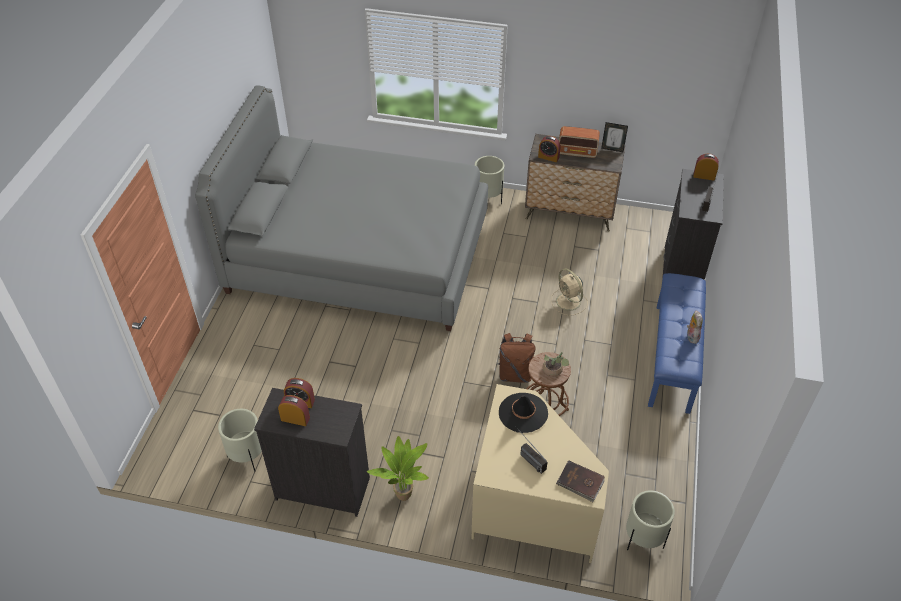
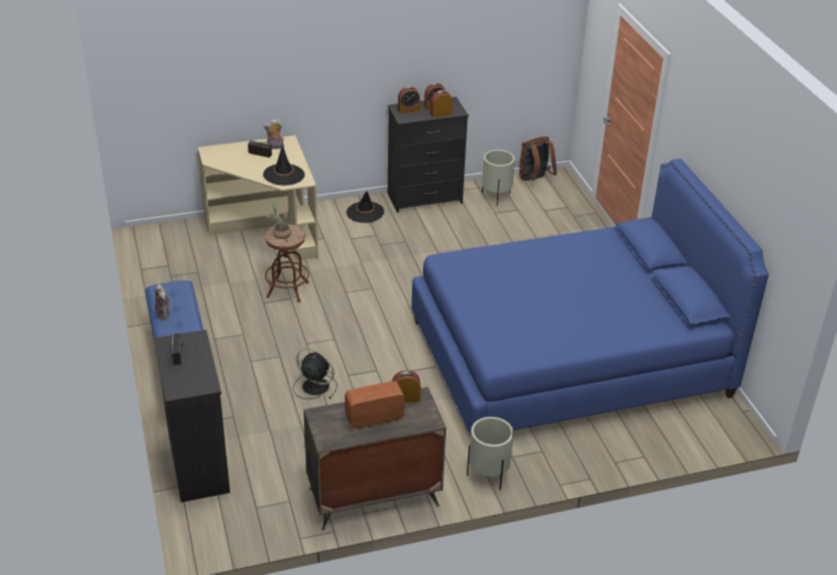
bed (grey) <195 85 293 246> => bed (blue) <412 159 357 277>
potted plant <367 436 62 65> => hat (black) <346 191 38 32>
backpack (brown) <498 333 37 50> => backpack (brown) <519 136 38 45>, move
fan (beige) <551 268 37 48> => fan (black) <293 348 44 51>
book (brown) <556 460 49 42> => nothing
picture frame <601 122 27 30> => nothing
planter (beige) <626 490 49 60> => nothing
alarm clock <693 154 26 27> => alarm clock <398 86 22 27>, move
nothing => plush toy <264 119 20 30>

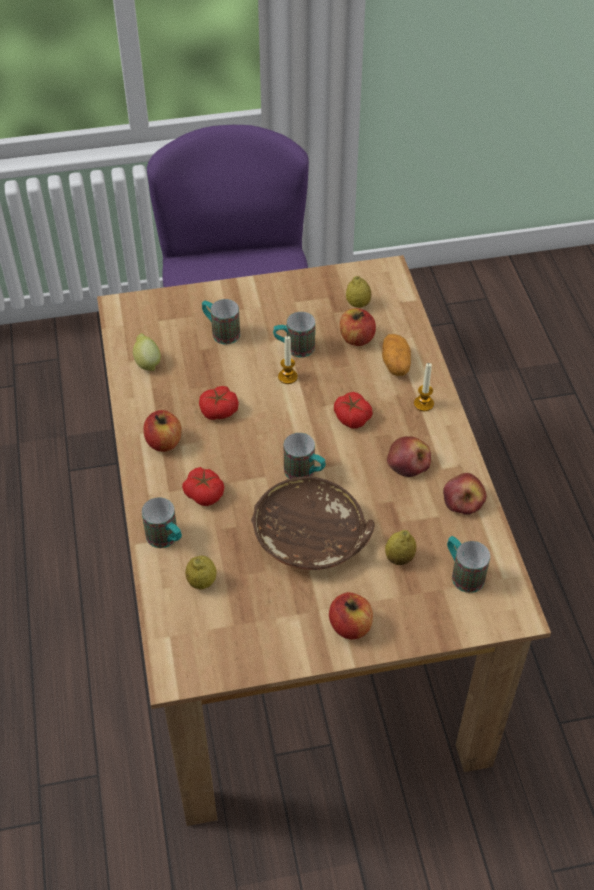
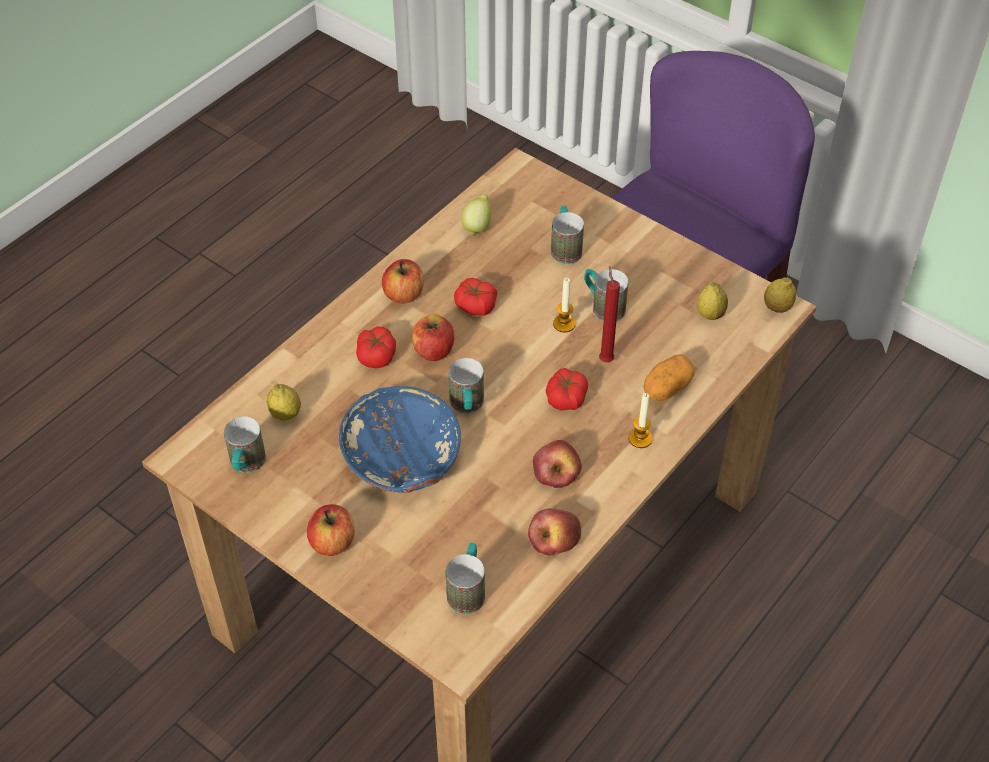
mug <142 497 40 51> => mug <224 416 42 57>, move
bowl (brown) <251 476 124 94> => bowl (blue) <339 386 122 107>
apple <340 308 36 38> => apple <412 315 42 46>, move
lemon <385 530 31 35> => lemon <764 278 32 35>, move
nothing => candle (red) <599 266 21 96>

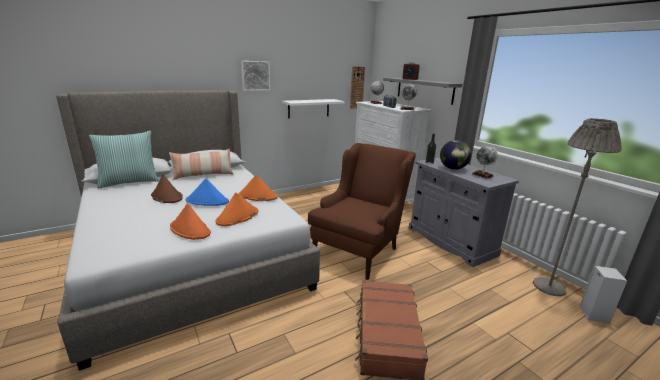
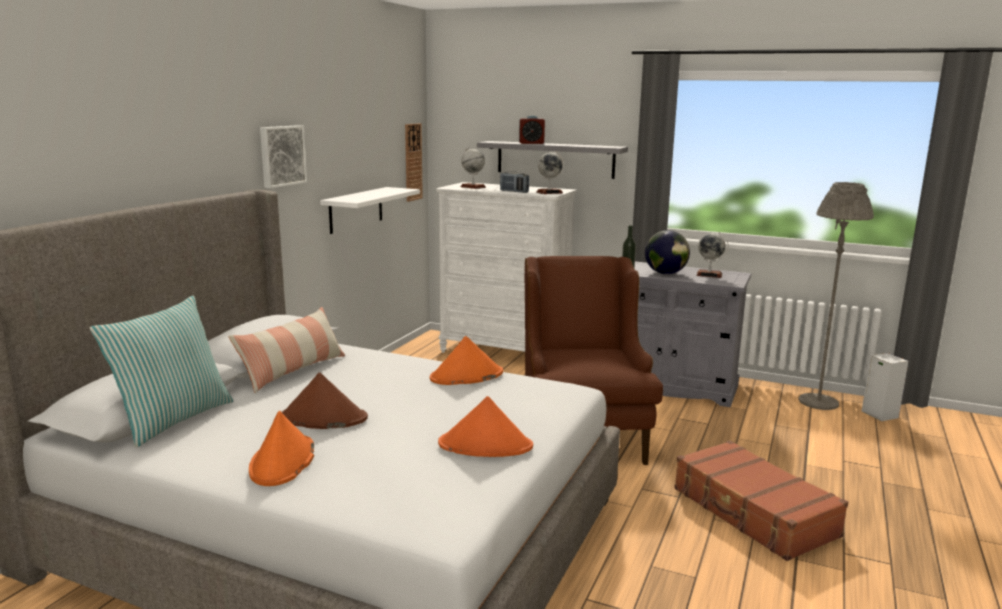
hat (blue) <186 178 43 28> => nothing
hat (orange) <216 192 42 34> => hat (orange) <249 411 65 75>, move

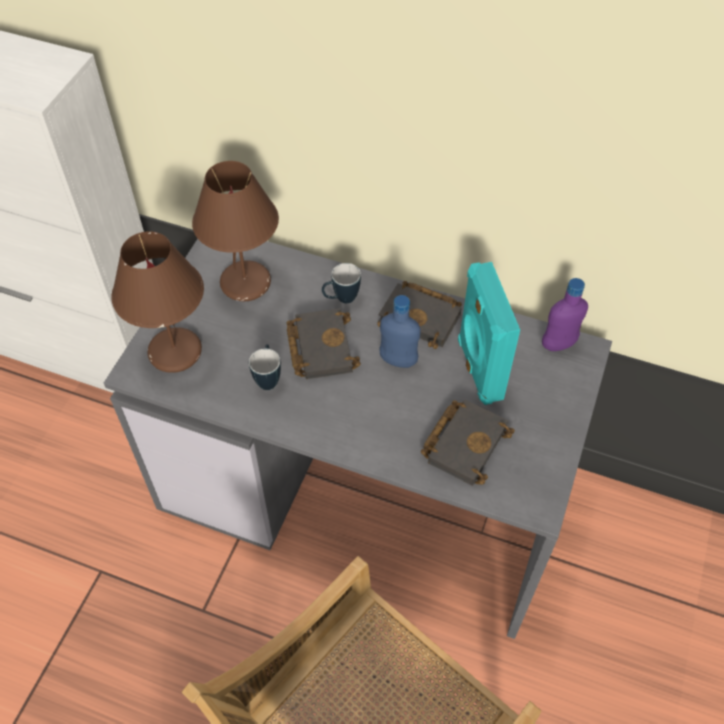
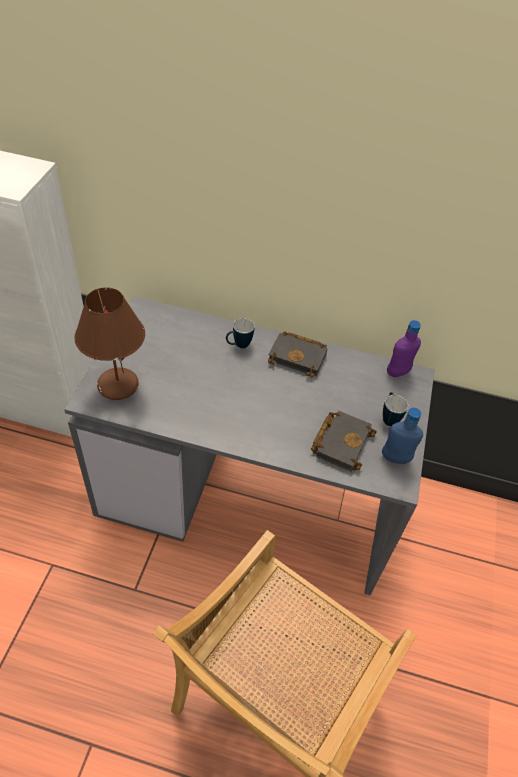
table lamp (brown) <192 161 87 140> => nothing
mug <249 344 32 46> => mug <383 392 25 34>, move
book (black) <286 308 75 71> => nothing
bottle (blue) <379 295 42 73> => bottle (blue) <382 407 41 57>, move
speaker (turquoise) <458 262 62 143> => nothing

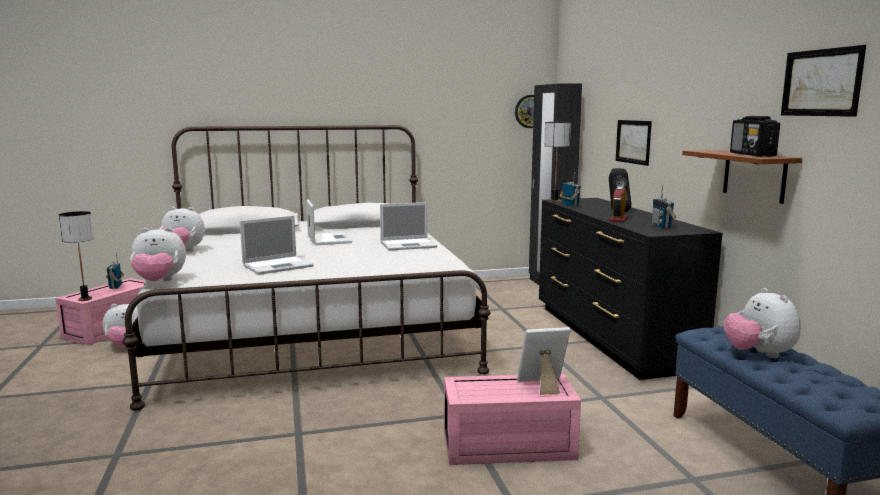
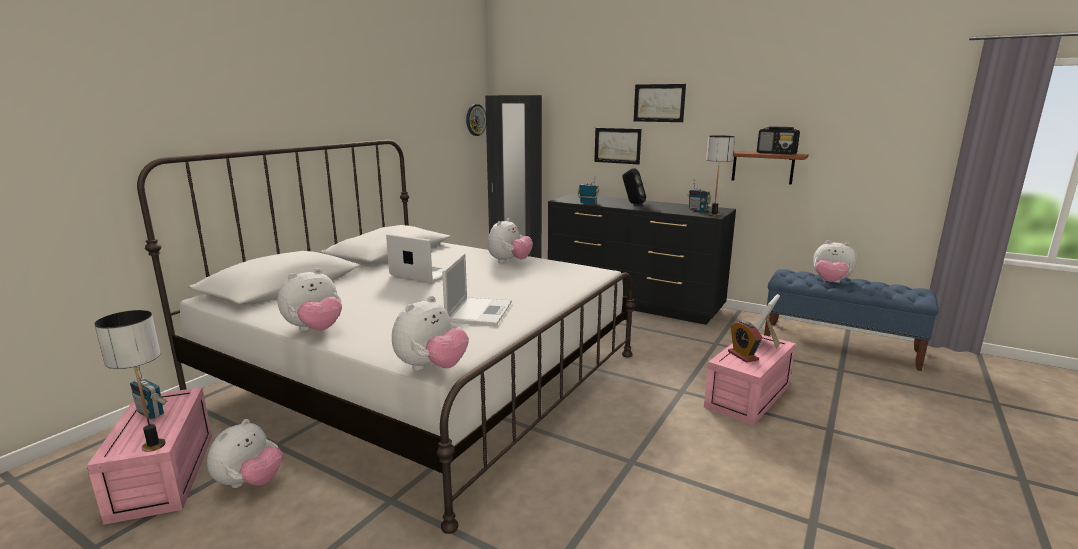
laptop <380 202 57 49> => plush toy <488 218 45 45>
table lamp <544 122 27 80> => table lamp <706 135 29 81>, move
alarm clock <609 186 19 36> => alarm clock <728 321 34 42>, move
picture <781 45 85 72> => picture <634 84 52 38>, move

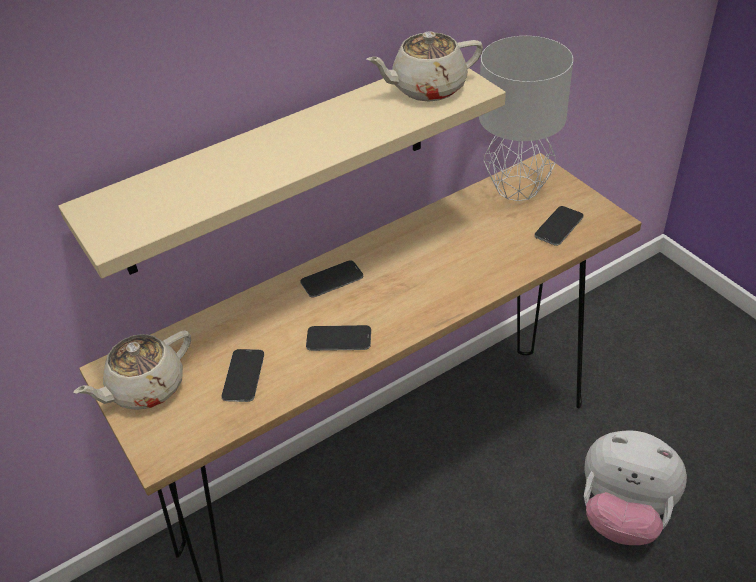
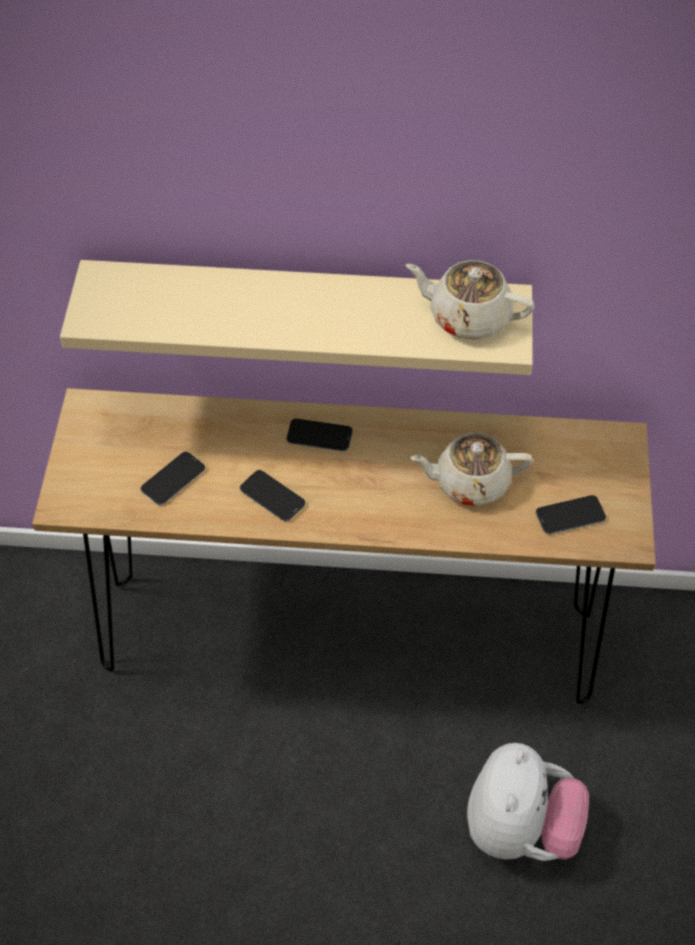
teapot (beige) <74 330 117 80> => teapot (beige) <410 432 123 74>, move
table lamp (grey) <479 36 94 165> => nothing
plush toy <584 430 103 115> => plush toy <467 743 122 118>, 135 degrees counterclockwise

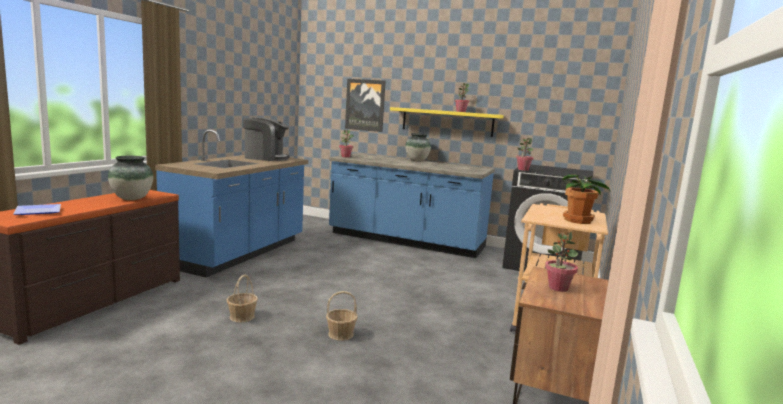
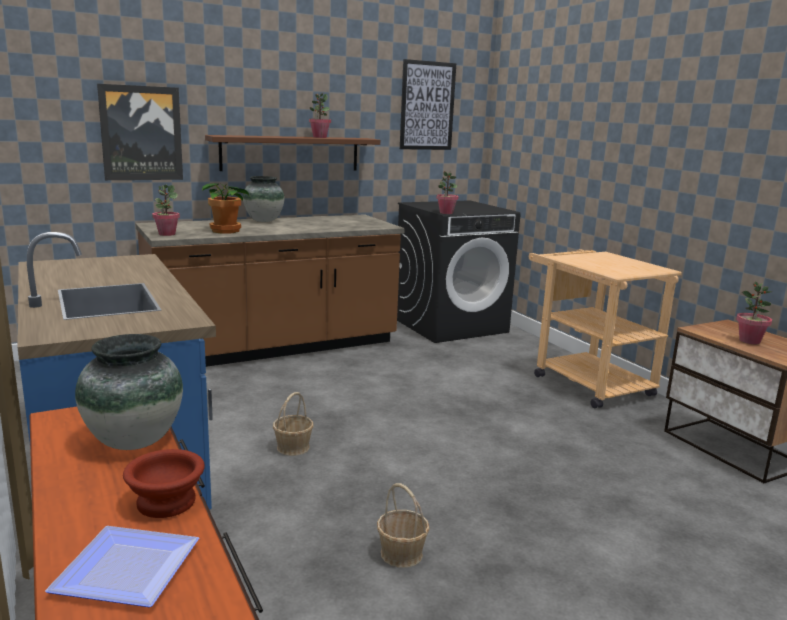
coffee machine <243 117 47 44> => nothing
basket <326 291 31 50> => basket <273 392 40 64>, move
counter (blue) <329 153 166 105> => counter (brown) <136 214 269 153>
shelf (yellow) <390 107 114 30> => shelf (brown) <205 135 175 36>
potted plant <562 175 49 49> => potted plant <202 183 47 51>, move
nothing => bowl (brown) <123 449 82 69>
nothing => picture <400 59 56 91>

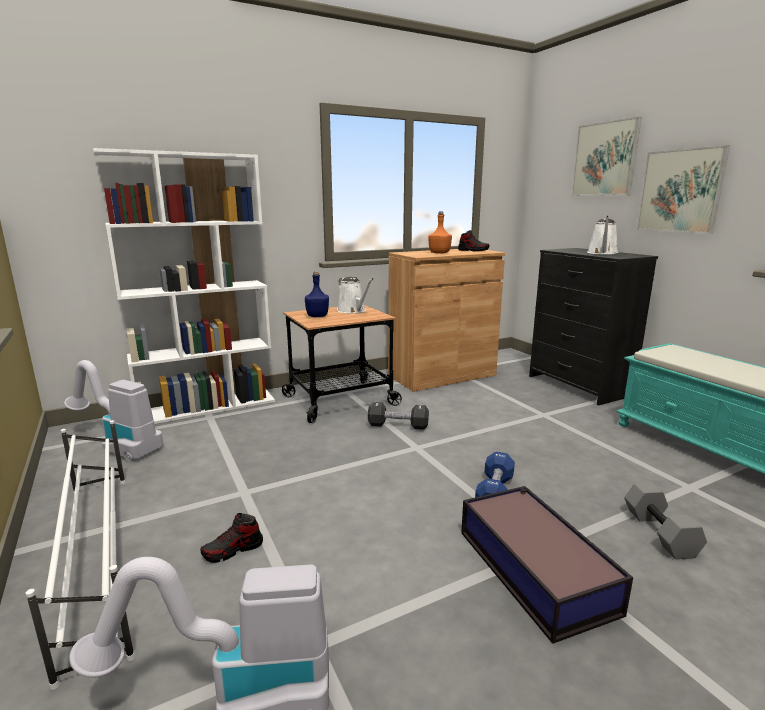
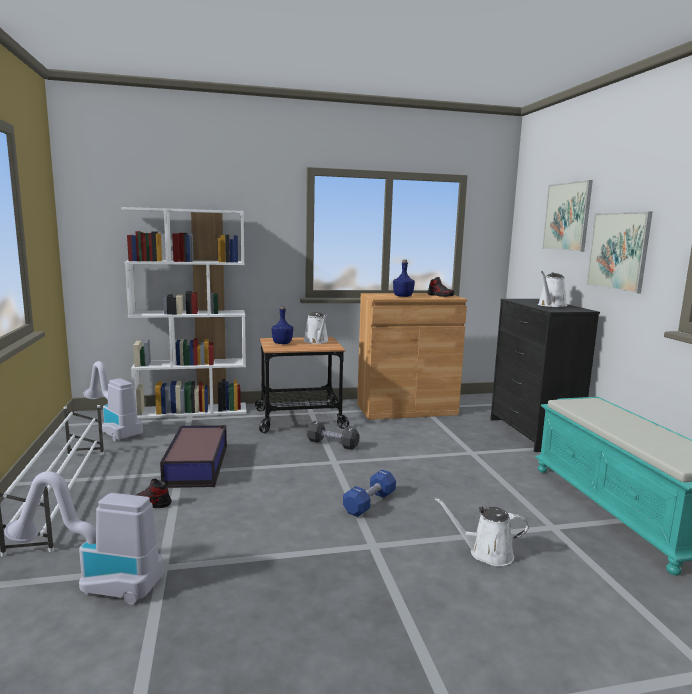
bottle (orange) <428 212 24 42> => bottle (blue) <393 260 22 37>
storage box <461 486 172 158> => storage box <160 425 67 63>, move
dumbbell (grey) <624 482 83 77> => watering can (white) <434 497 94 69>

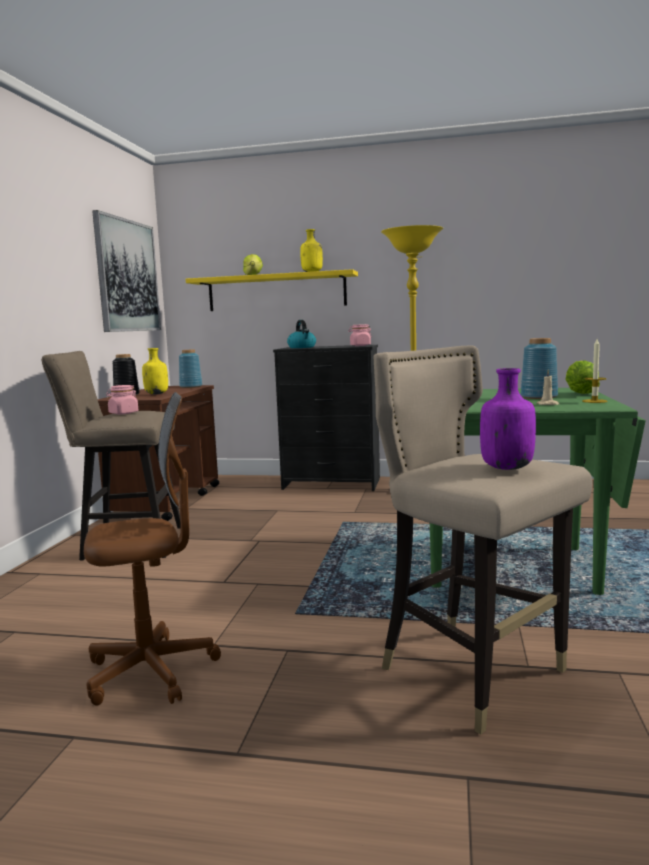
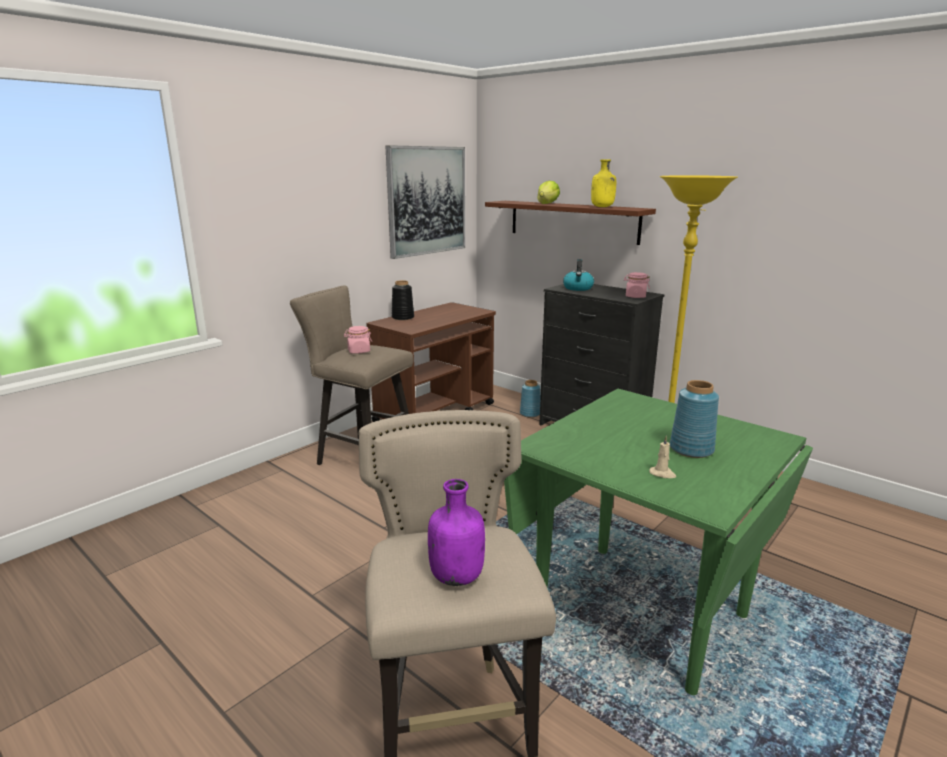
office chair (brown) <84 392 137 314> => nothing
bottle (yellow) <142 348 26 46> => nothing
vase (blue) <179 349 23 39> => vase (blue) <520 380 20 38>, move
shelf (yellow) <186 269 172 42> => shelf (brown) <485 201 171 44>
lettuce <565 360 35 34> => nothing
candle <582 339 26 64> => nothing

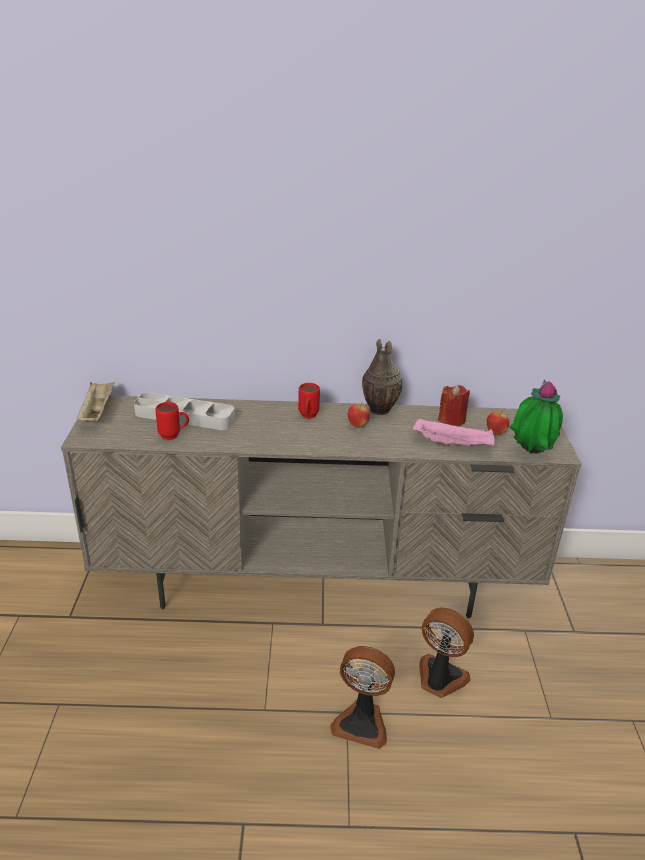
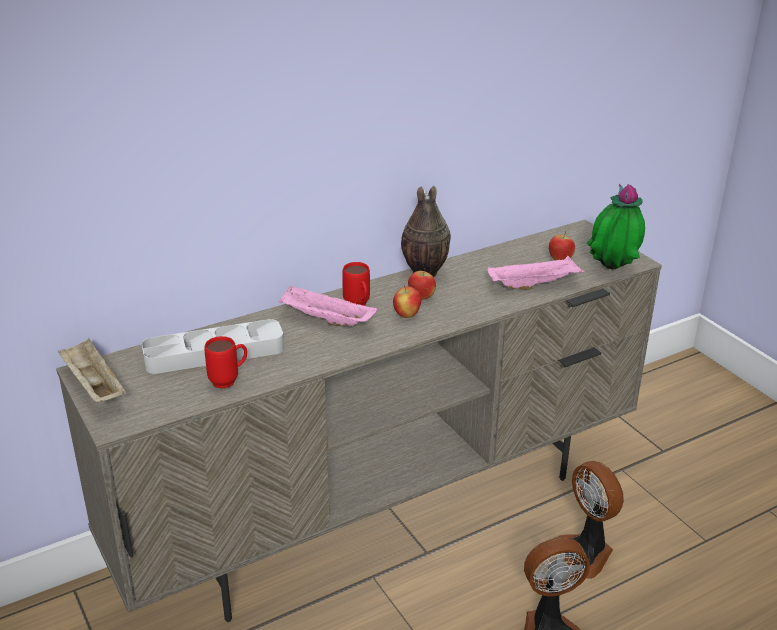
fan <419 607 55 91> => fan <553 461 71 118>, 120 degrees counterclockwise
candle (red) <438 385 32 41> => nothing
nothing => tray (pink) <279 286 99 40>
nothing => apple <393 285 28 33>

